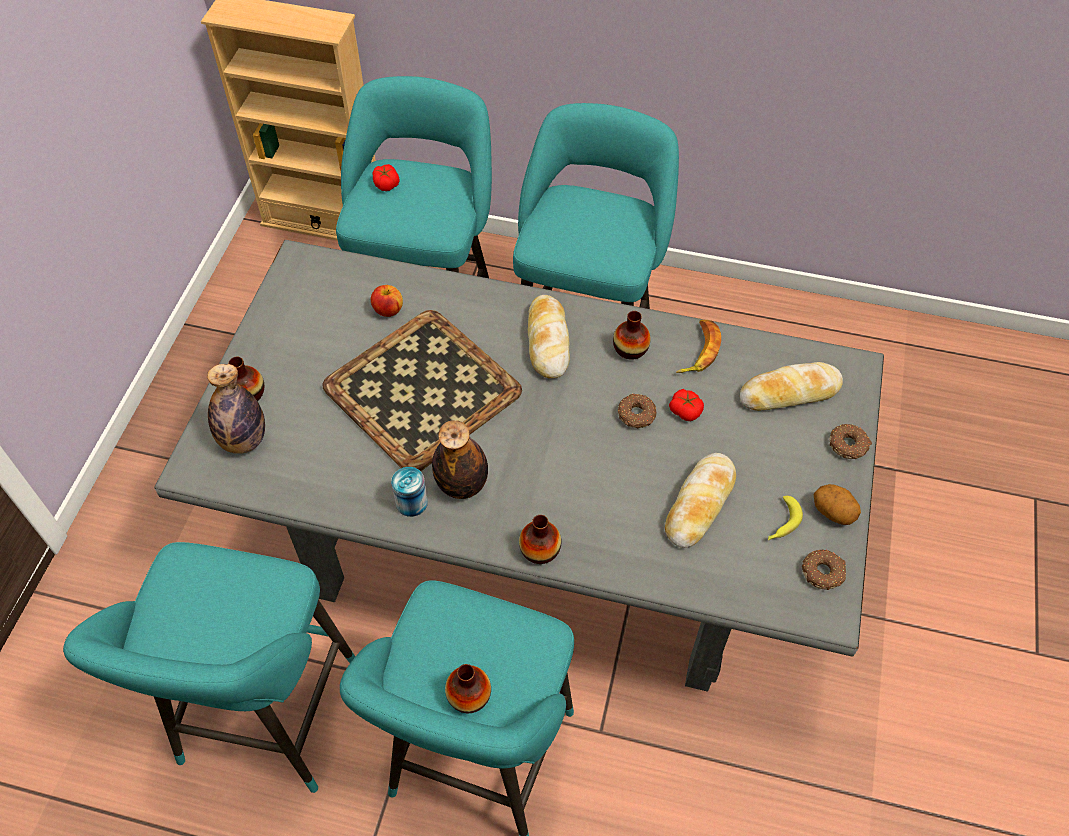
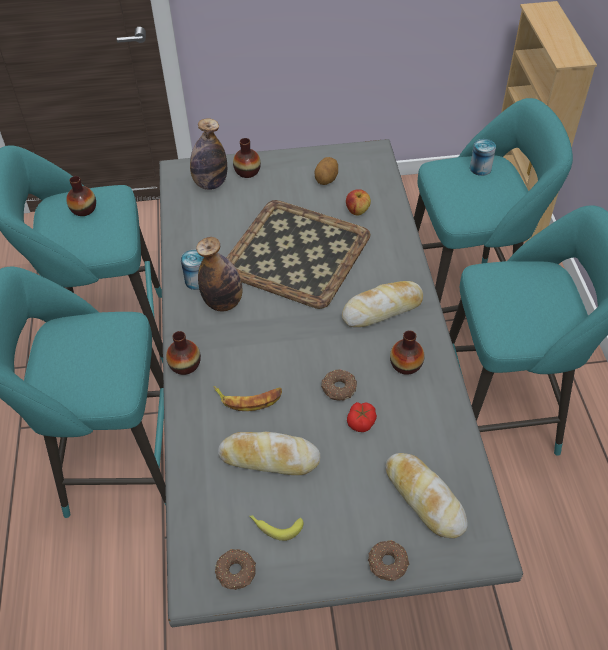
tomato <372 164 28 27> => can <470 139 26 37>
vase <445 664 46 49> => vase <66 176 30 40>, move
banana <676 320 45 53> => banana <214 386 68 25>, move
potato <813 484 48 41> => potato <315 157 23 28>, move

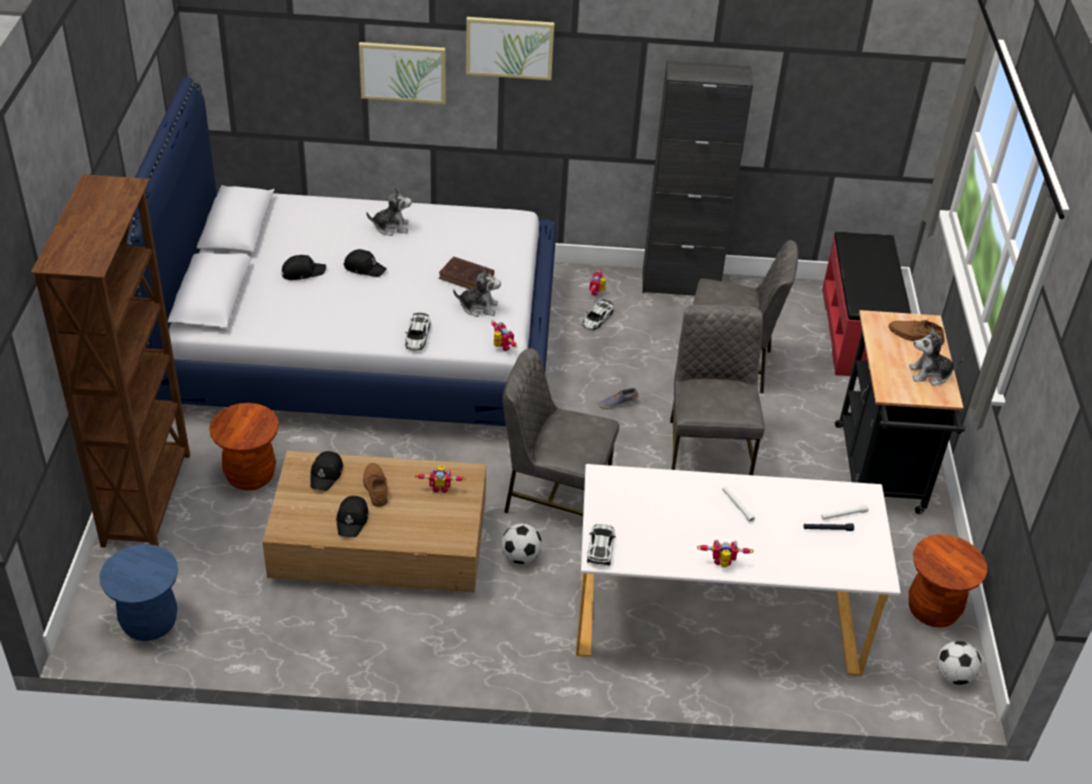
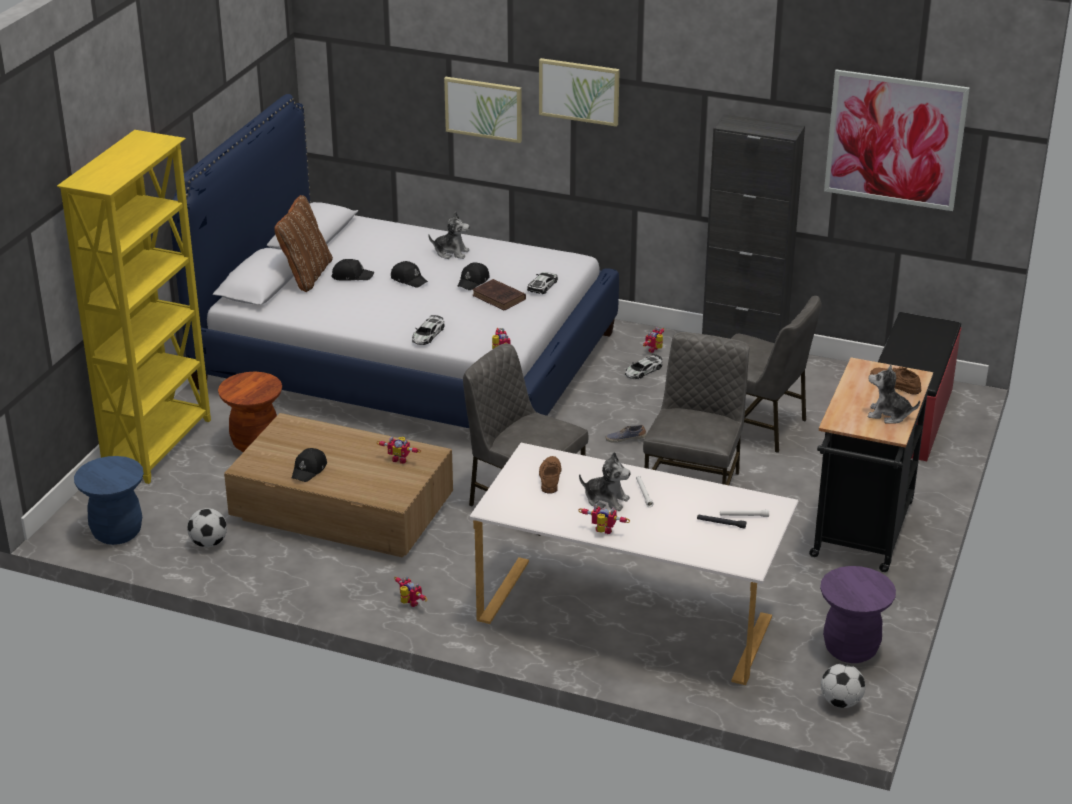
bookcase (brown) <31 174 159 374> => bookcase (yellow) <57 130 154 354>
cap (black) <310 451 33 40> => cap (black) <457 262 33 28>, move
shoe (brown) <363 463 25 44> => shoe (brown) <539 456 23 38>, move
plush toy <453 267 48 50> => plush toy <579 452 52 59>, move
football <501 523 41 41> => football <187 508 40 39>, move
toy car <587 524 29 42> => toy car <527 272 31 22>, move
stool (brown) <909 534 78 93> => stool (purple) <820 566 76 97>
nothing => pillow (brown) <274 195 59 97>
nothing => toy robot <394 577 33 30>
nothing => picture <824 70 146 141>

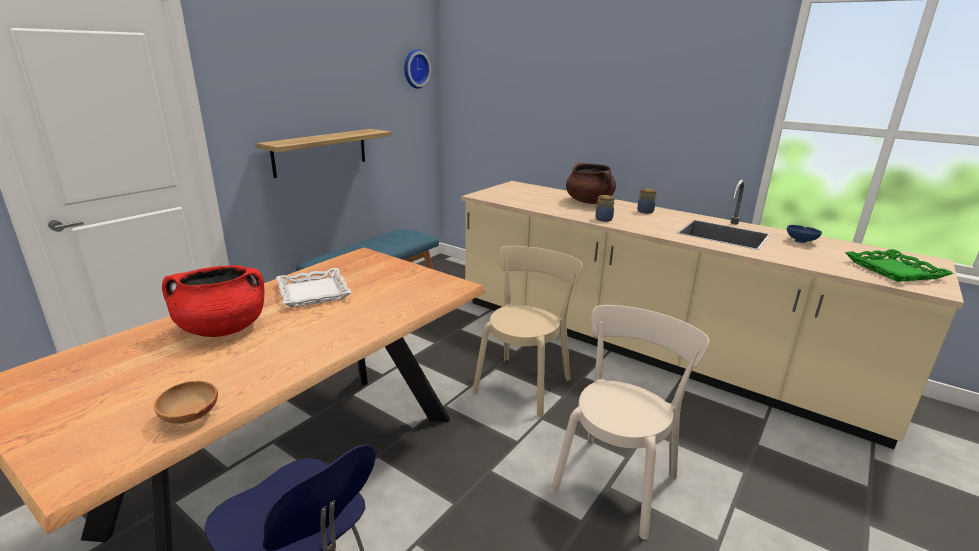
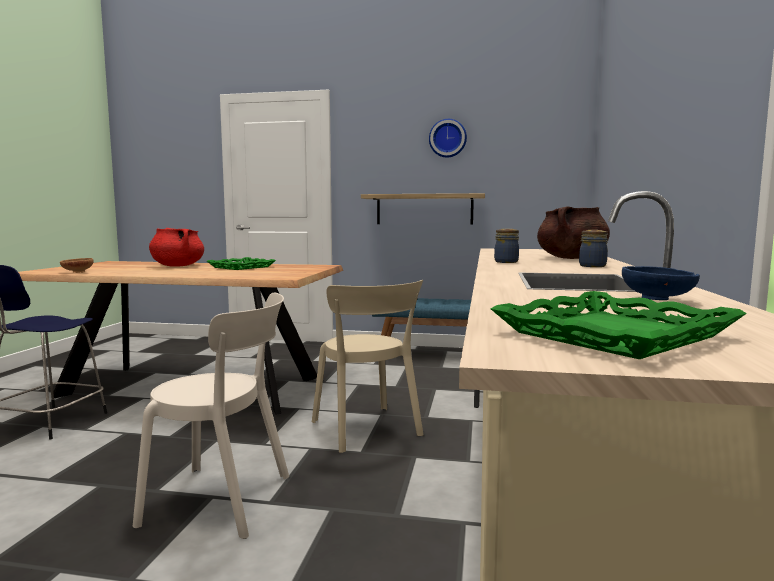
tray (white) <276 268 76 40> => tray (green) <207 257 69 13>
wall clock <404 49 27 40> => wall clock <429 119 38 39>, move
chair (beige) <472 246 111 171> => chair (beige) <312 280 112 173>, 60 degrees clockwise

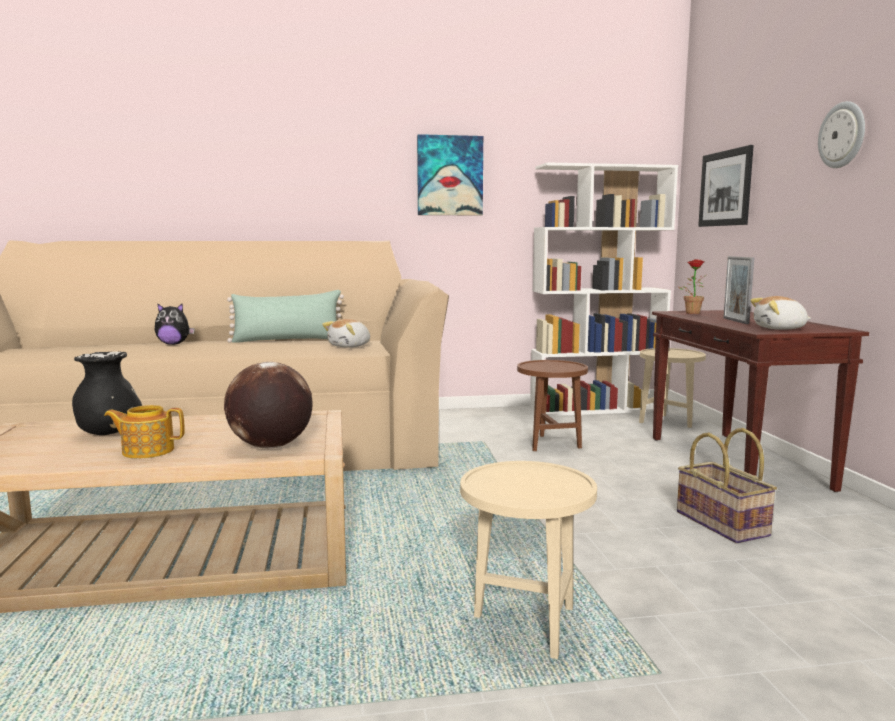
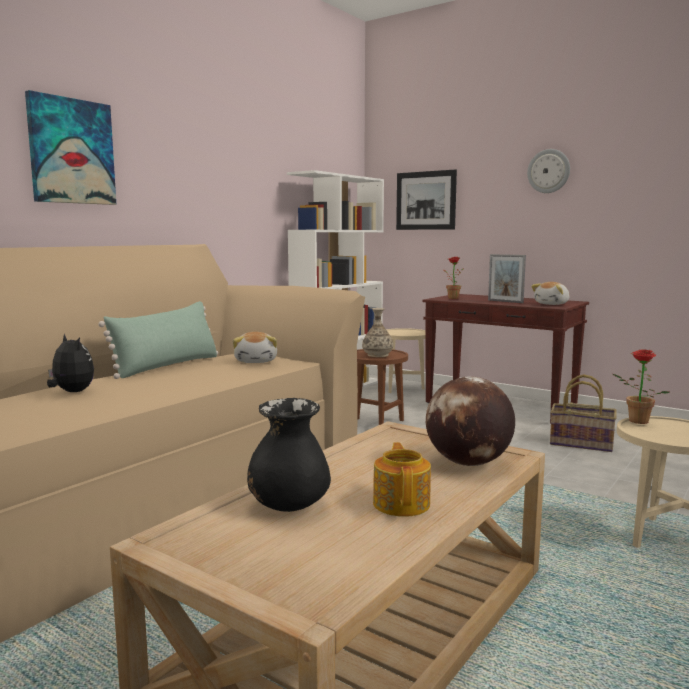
teapot <104 405 81 53> => teapot <373 442 58 75>, 135 degrees clockwise
plush toy <155 303 40 42> => plush toy <47 334 47 58>, 90 degrees counterclockwise
picture <417 134 66 82> => picture <25 90 91 115>, move
nothing => vase <362 308 31 49>
nothing => potted plant <613 349 57 75>

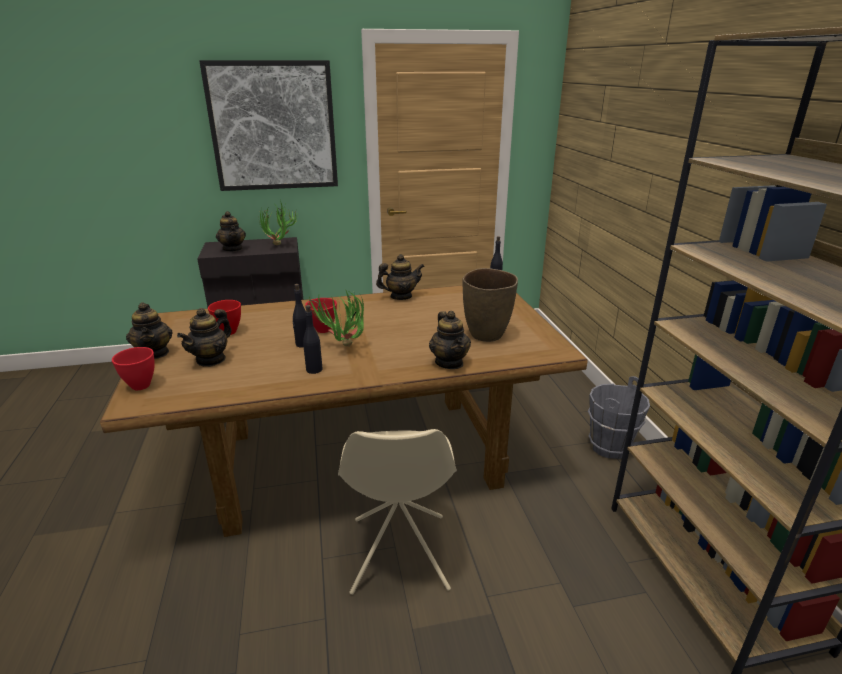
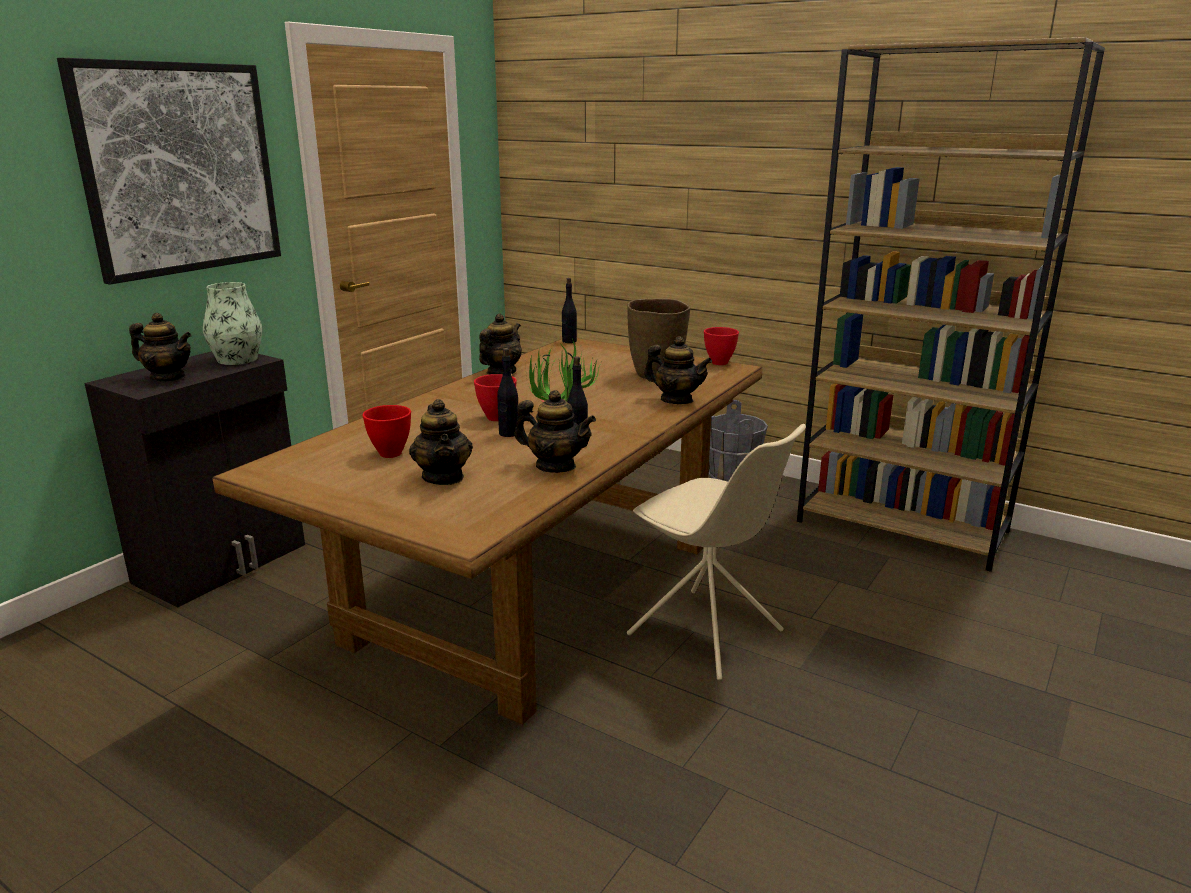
bowl (red) <112 347 43 43> => bowl (red) <704 327 35 38>, move
teapot <126 302 47 57> => teapot <514 390 82 83>, move
potted plant <258 201 40 44> => vase <203 282 59 83>

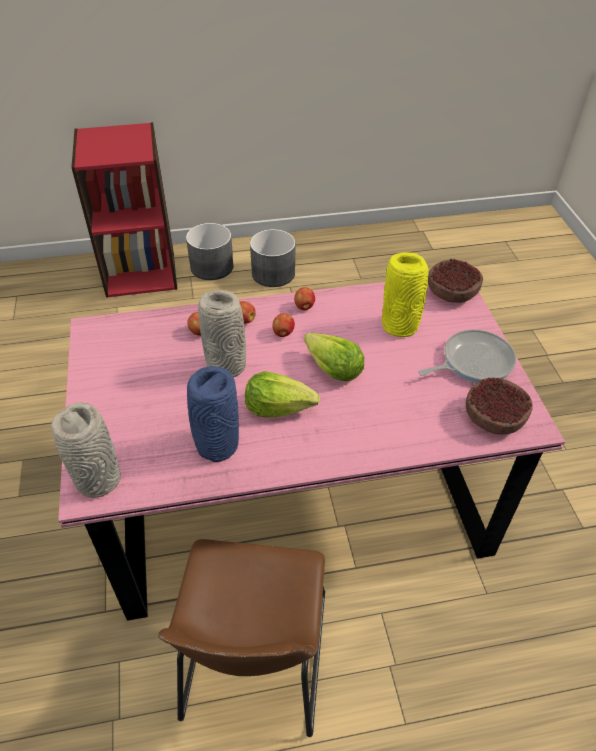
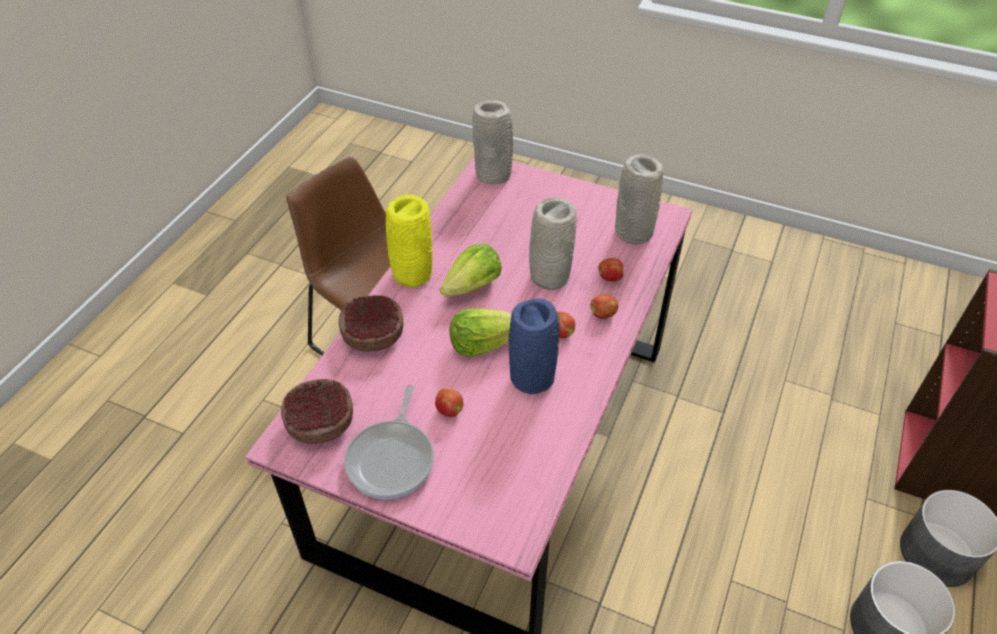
vase (blue) <187 366 52 96> => vase (blue) <509 298 50 96>, move
apple <294 287 21 23> => apple <435 388 29 29>, move
vase (yellow) <382 252 47 85> => vase (yellow) <386 195 46 93>, move
bowl <428 259 55 44> => bowl <339 295 64 57>, move
nothing => vase (grey) <615 154 48 90>

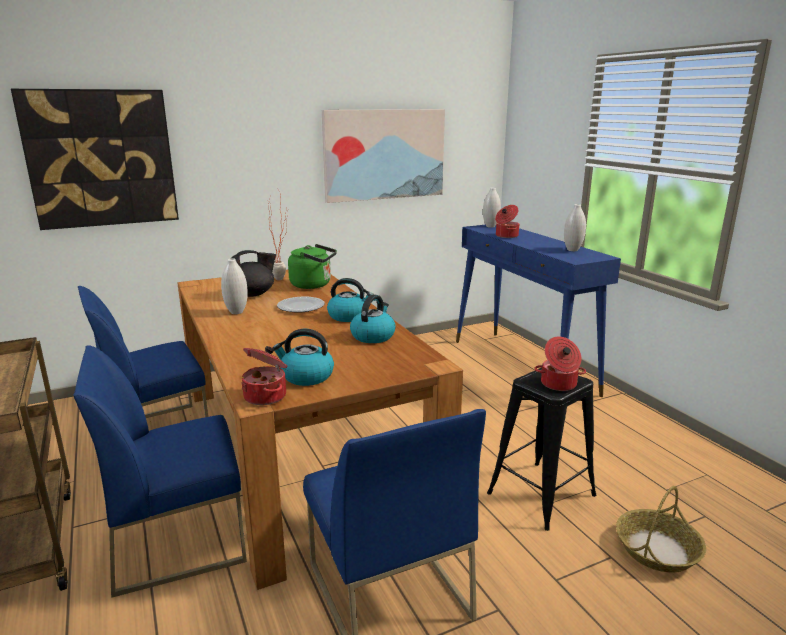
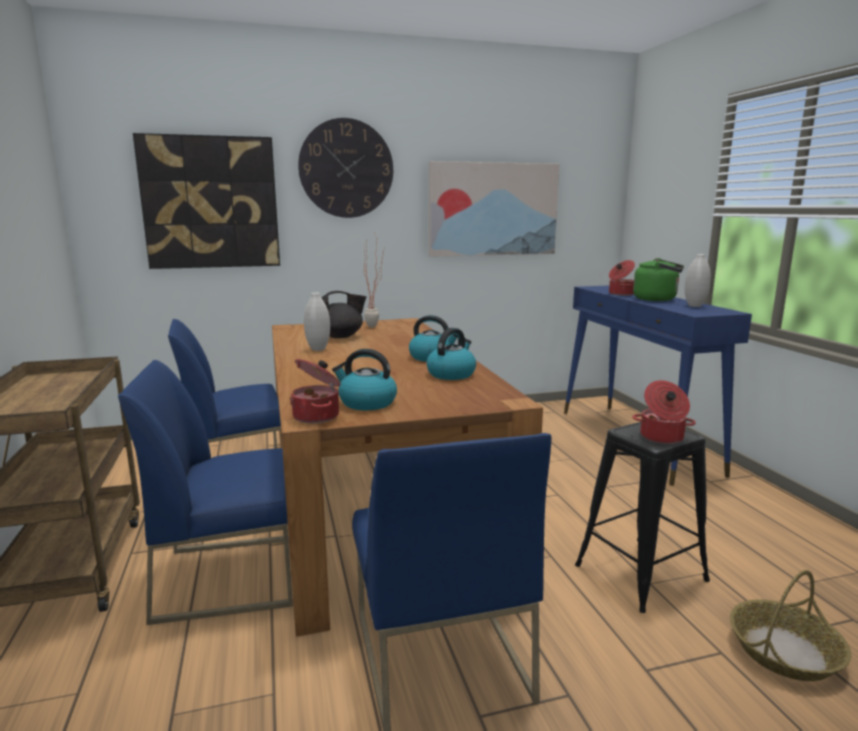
plate <277 296 48 17> => nothing
kettle (green) <288 244 49 45> => kettle (green) <633 258 51 43>, move
vase (white) <483 188 18 40> => nothing
nothing => wall clock <298 118 95 100>

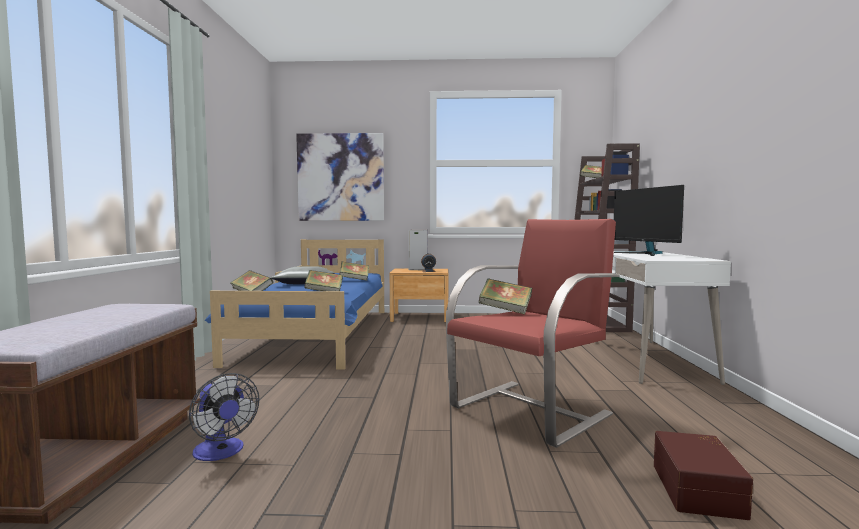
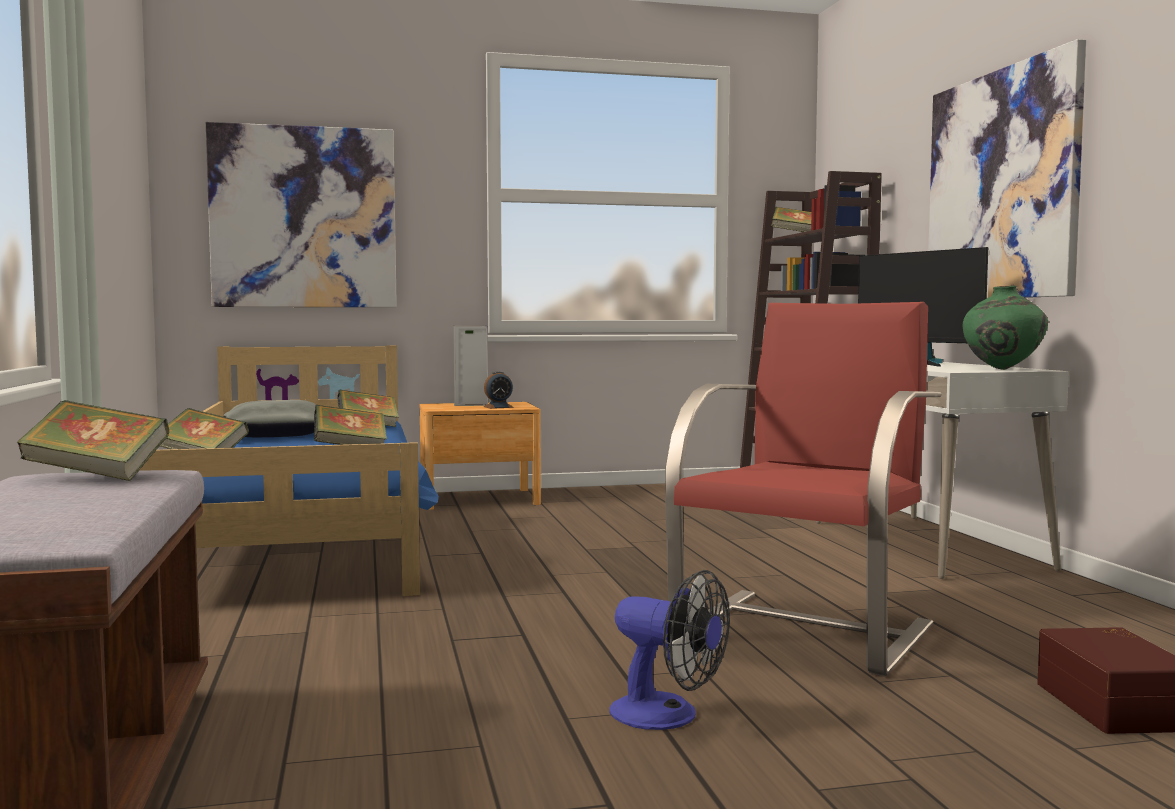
fan <189 373 70 88> => fan <609 570 121 160>, move
book <479 278 53 36> => book <17 400 152 81>, move
nothing => picture <928 39 158 259>
nothing => vase (green) <963 286 85 84>

